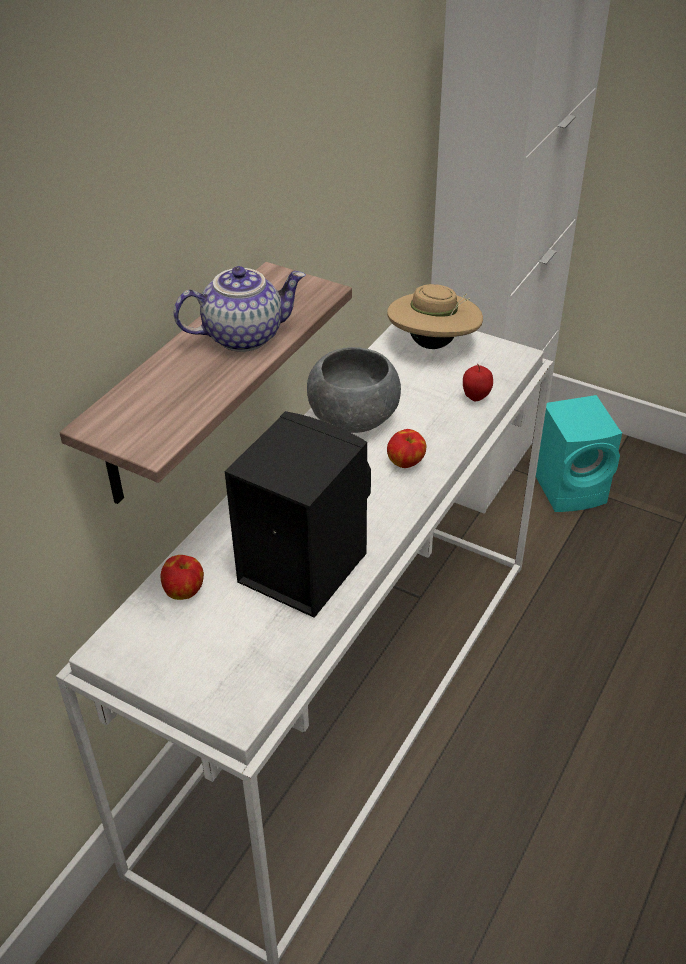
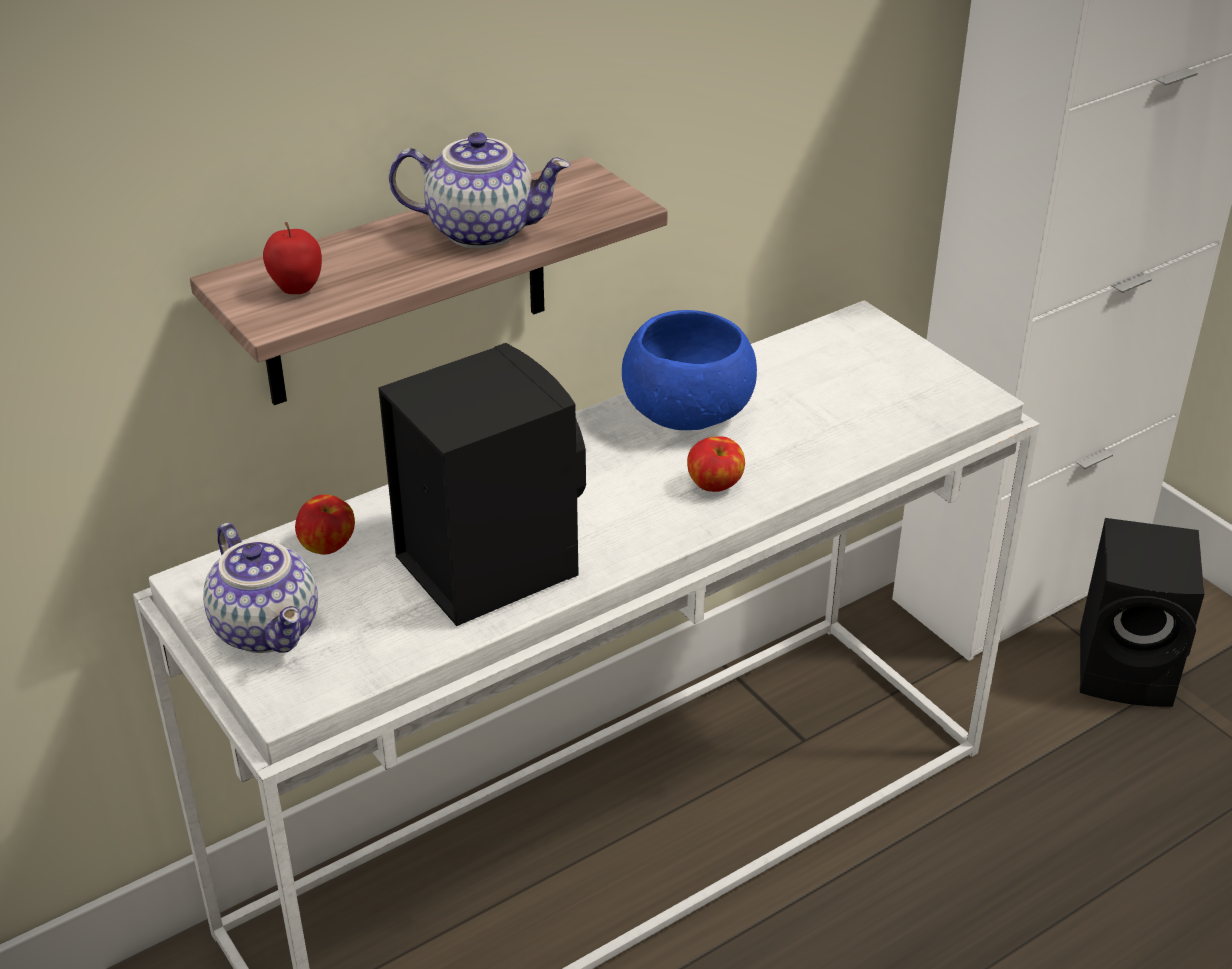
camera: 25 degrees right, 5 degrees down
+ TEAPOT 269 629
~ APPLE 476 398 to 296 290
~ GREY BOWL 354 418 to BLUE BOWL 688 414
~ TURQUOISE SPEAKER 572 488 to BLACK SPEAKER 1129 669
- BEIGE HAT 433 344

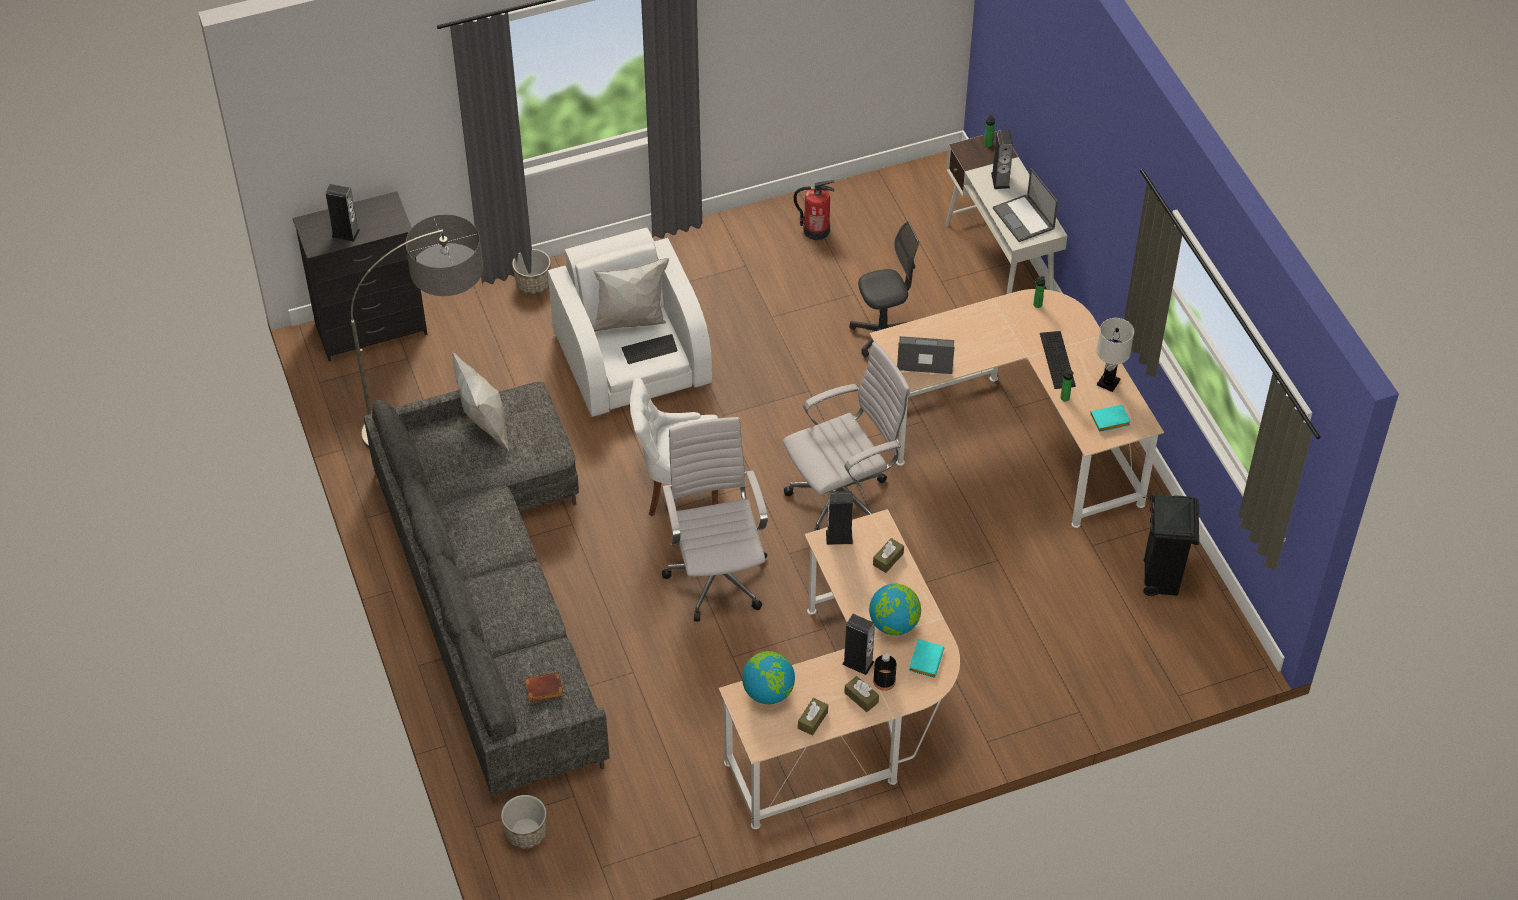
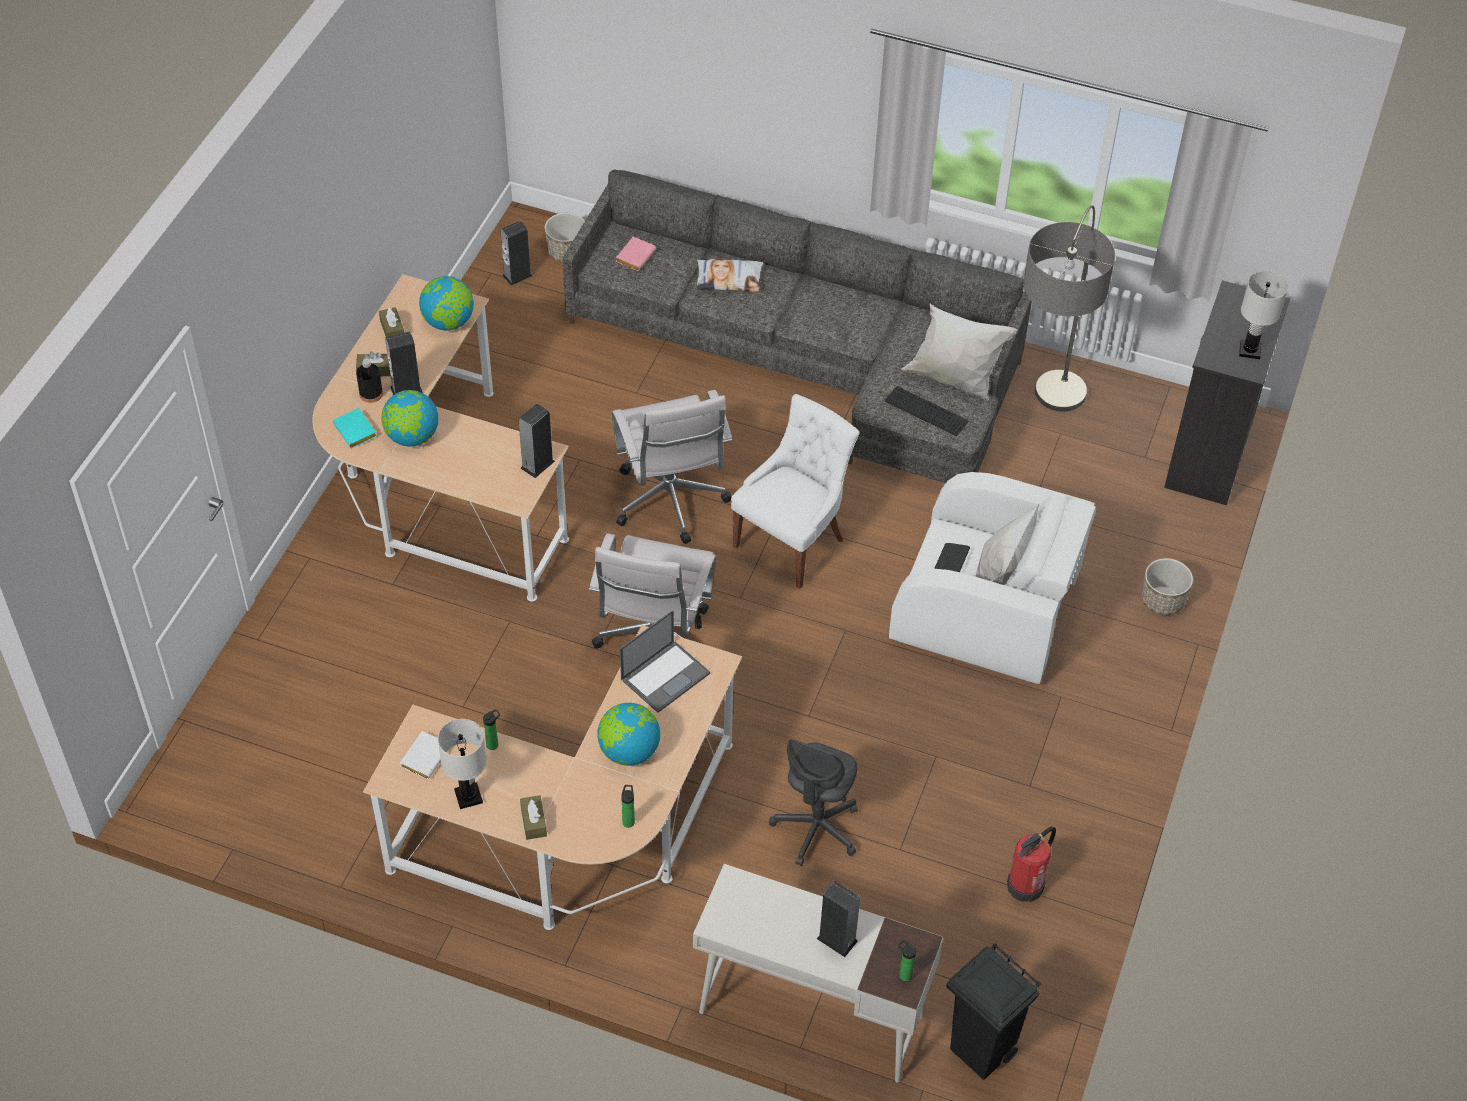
camera: 130 degrees right, 0 degrees up
~ TURQUOISE BOOK 1109 422 to WHITE BOOK 425 756
~ SPEAKER 345 233 to 517 275
~ BROWN TISSUE BOX 888 559 to 533 822
+ GLOBE 629 751
~ WHITE OFFICE CHAIR 716 575 = 671 504 45 degrees clockwise
~ BROWN BOOK 543 690 to PINK BOOK 635 255
+ PILLOW 729 279
~ KEYBOARD 1057 360 to 926 411
~ BLACK TRASH CAN 1161 580 to 981 1052
+ WHITE TABLE LAMP 1249 350
- LAPTOP 1024 219

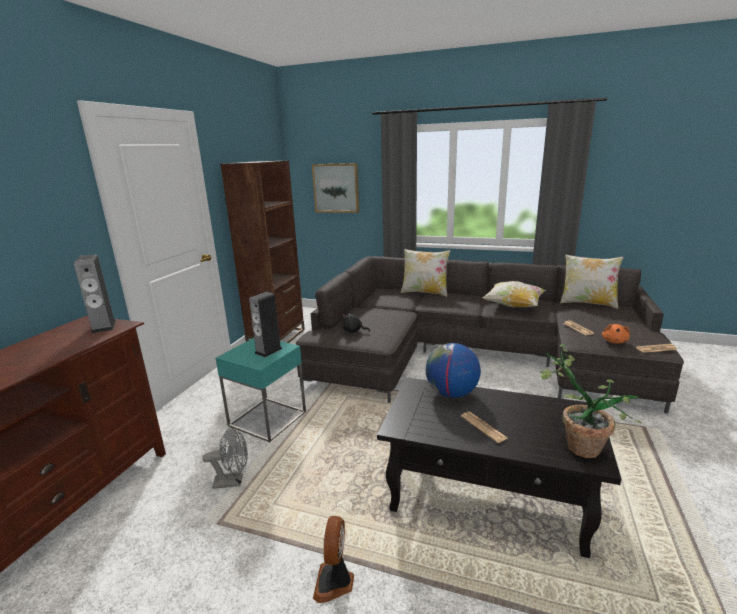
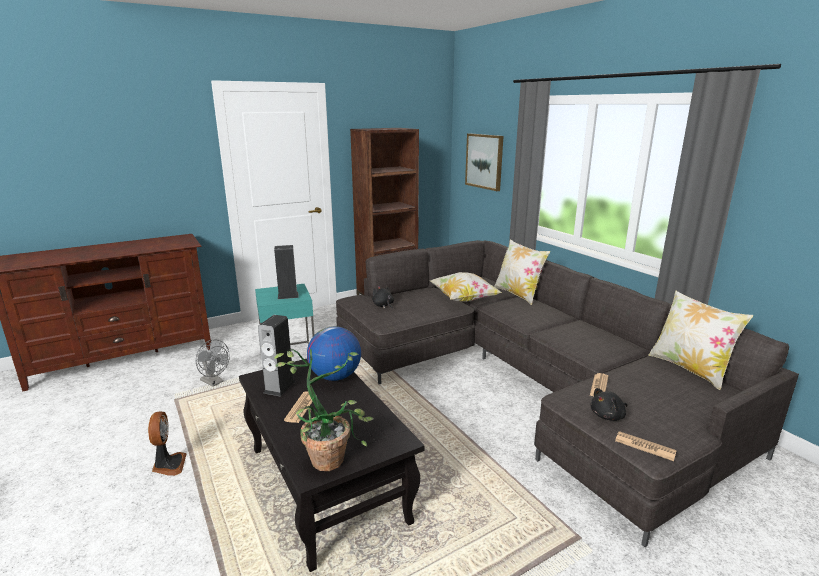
camera: 40 degrees right, 0 degrees up
~ FAN 335 582 = 168 465 120 degrees clockwise
~ SPEAKER 104 326 to 279 387
~ PILLOW 513 306 to 463 299
~ ORANGE PLUSH TOY 614 341 to BLACK PLUSH TOY 608 416

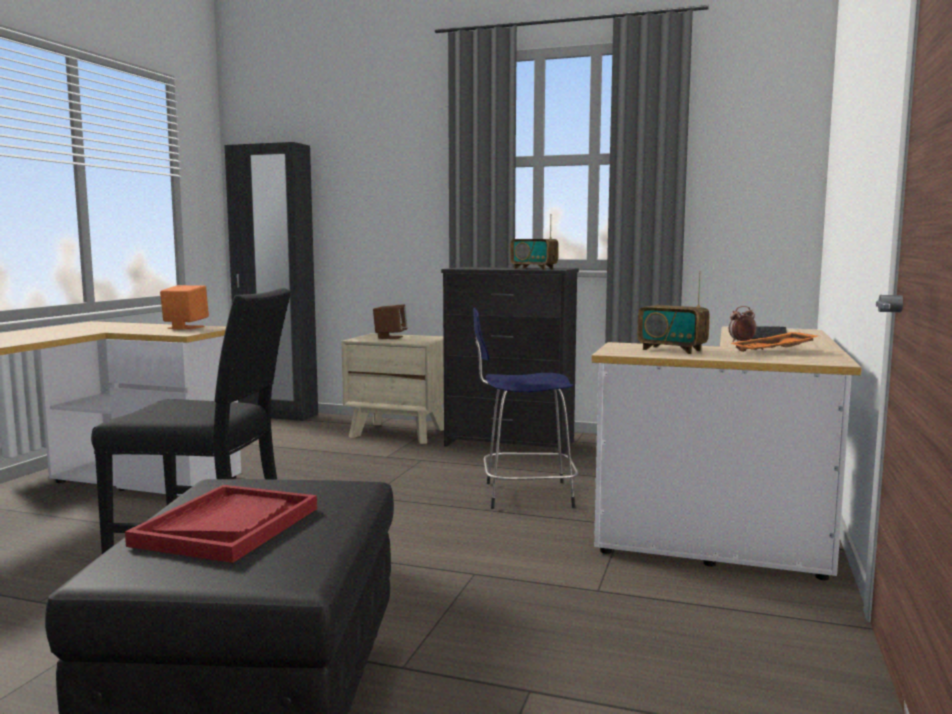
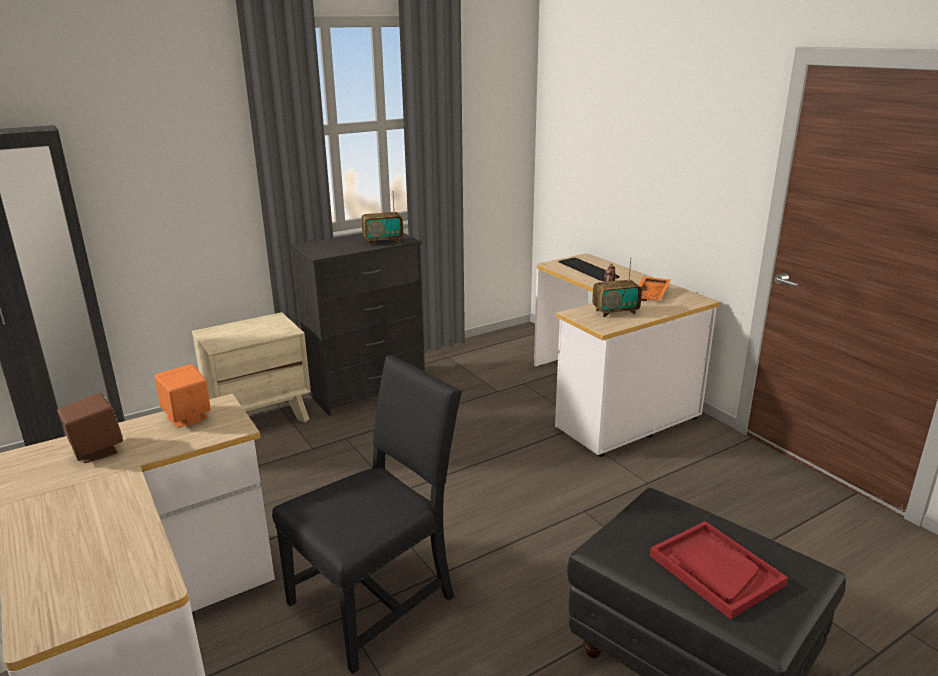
camera: 50 degrees left, 15 degrees up
~ BROWN SPEAKER 390 337 to 96 451
- BLUE STOOL 524 495

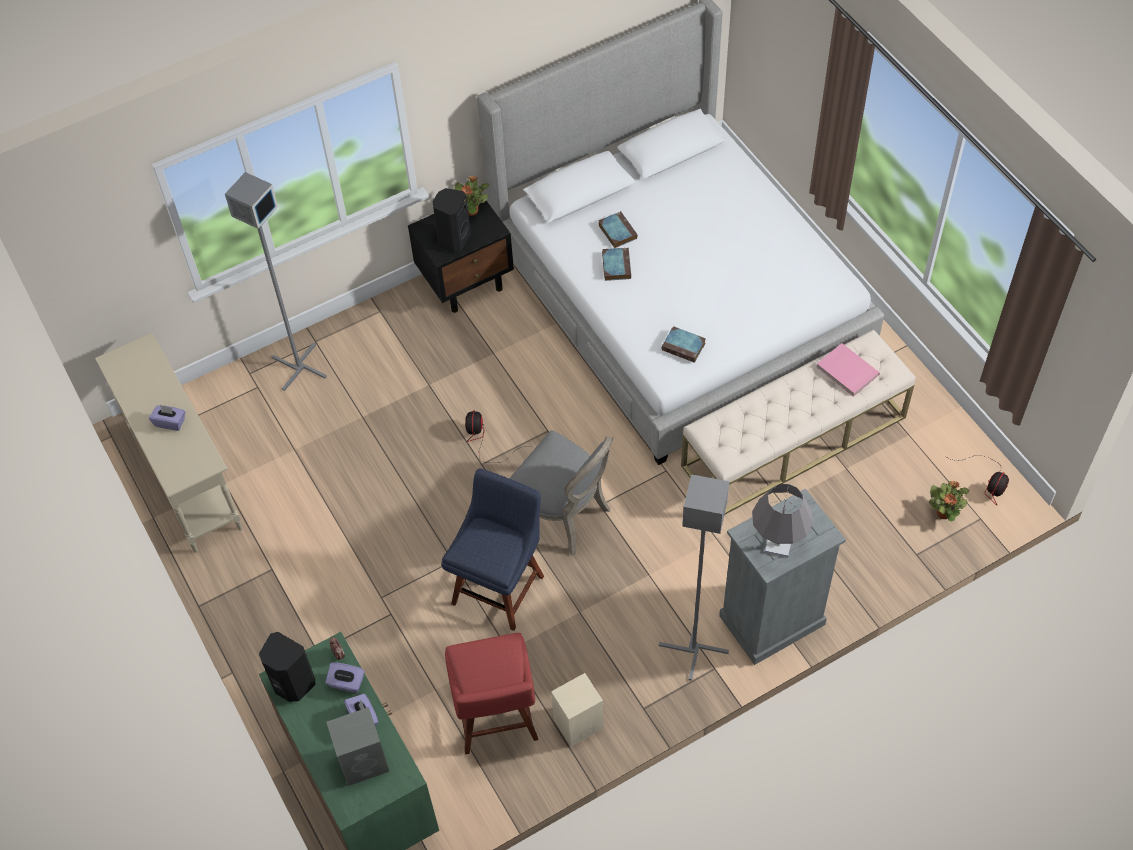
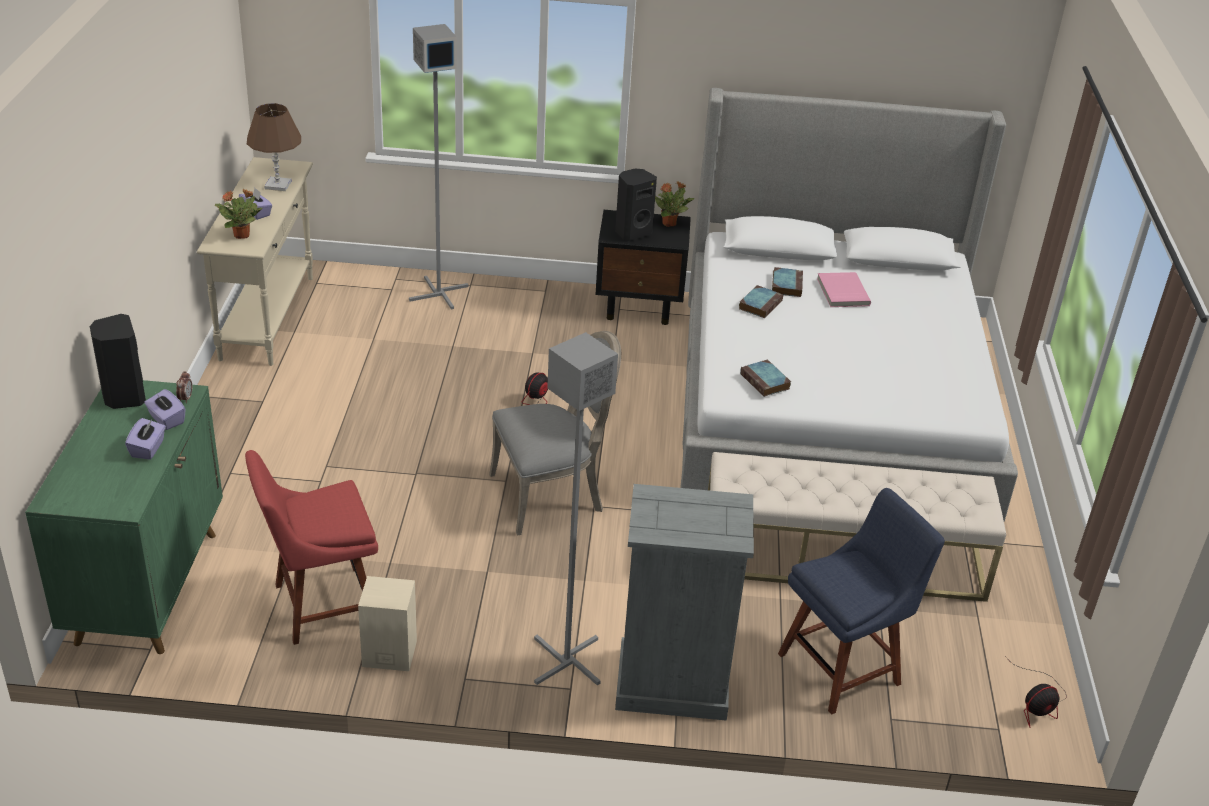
camera: 30 degrees right, 20 degrees down
~ POTTED PLANT 944 513 to 242 235
~ RED CHAIR 496 719 = 319 606 45 degrees clockwise
+ BROWN TABLE LAMP 278 185
~ GREY CHAIR 563 515 = 551 495 90 degrees counterclockwise
~ BLUE CHAIR 500 586 to 844 666
~ PINK BOOK 846 371 to 841 292
- GREY SPEAKER 365 761
- GREY TABLE LAMP 778 545

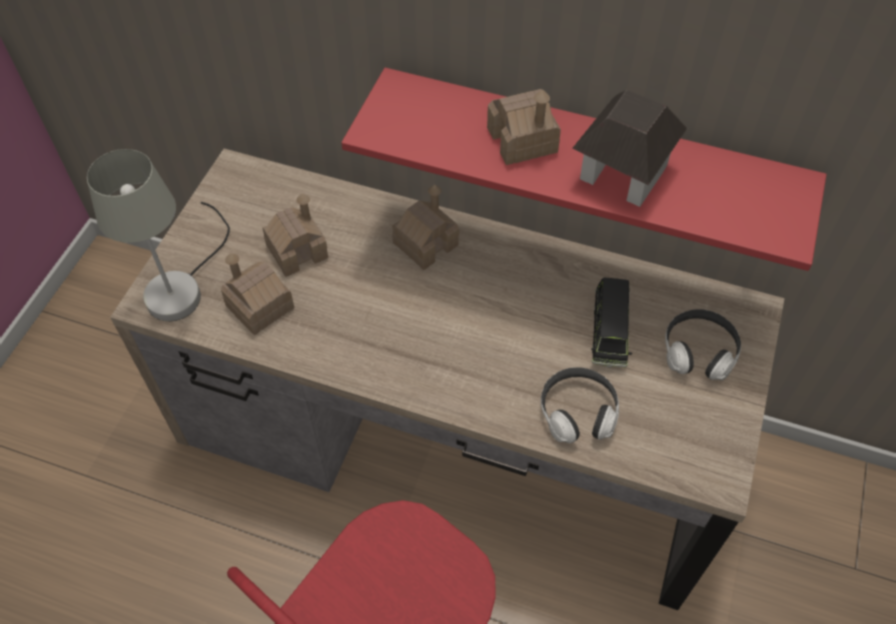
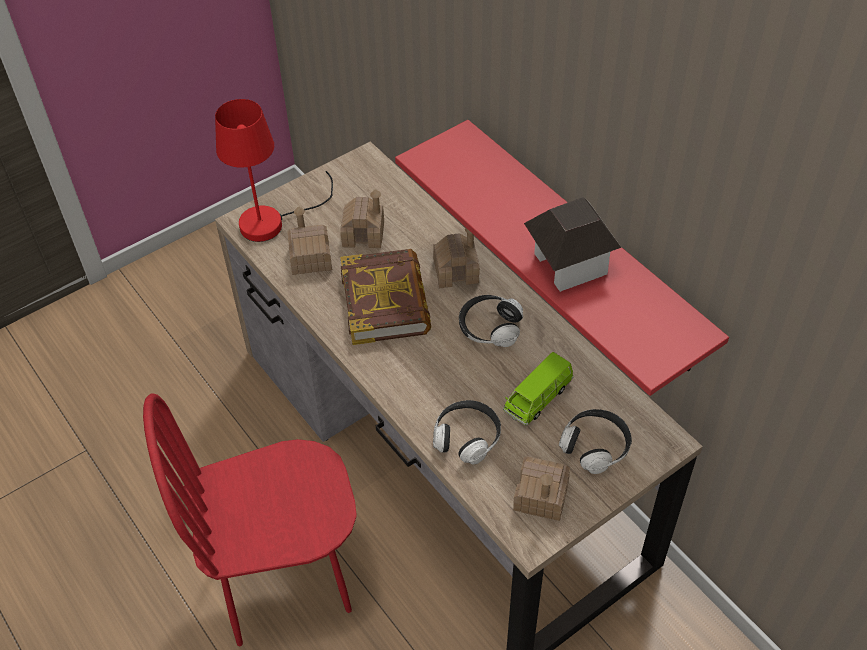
camera: 35 degrees right, 5 degrees down
~ GREY TABLE LAMP 182 285 to RED TABLE LAMP 273 220
+ BOOK 386 302
+ HEADPHONES 490 328
~ BLACK TOY CAR 609 332 to GREEN TOY CAR 538 398
~ TOY HOUSE 522 140 to 541 496

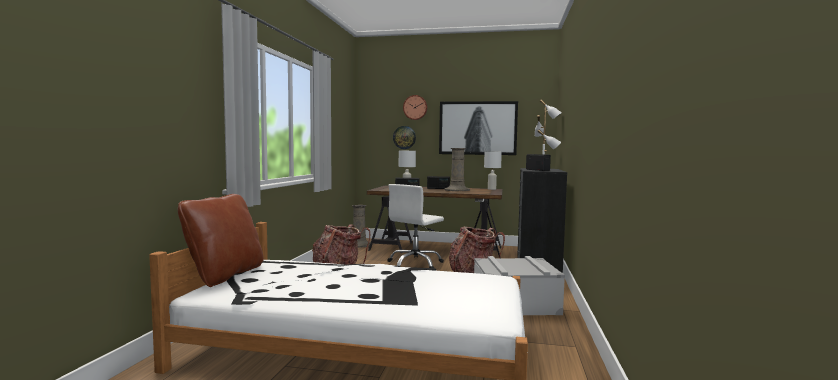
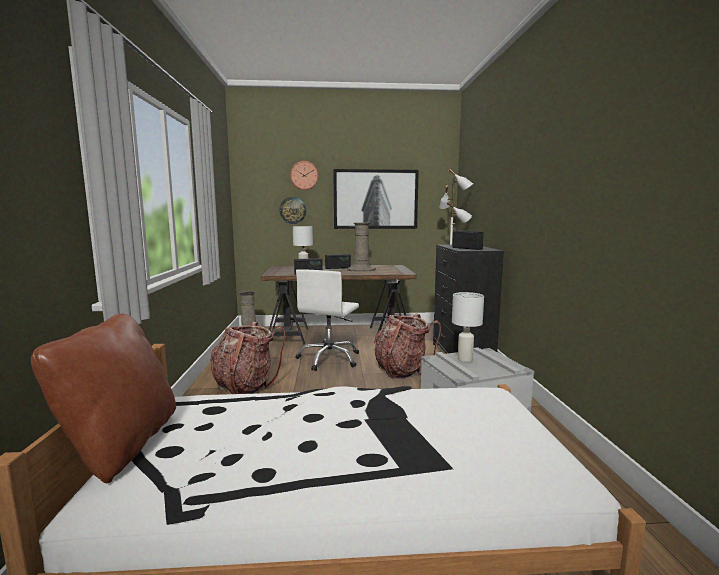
camera: 15 degrees left, 5 degrees up
~ WHITE TABLE LAMP 492 189 to 465 359

